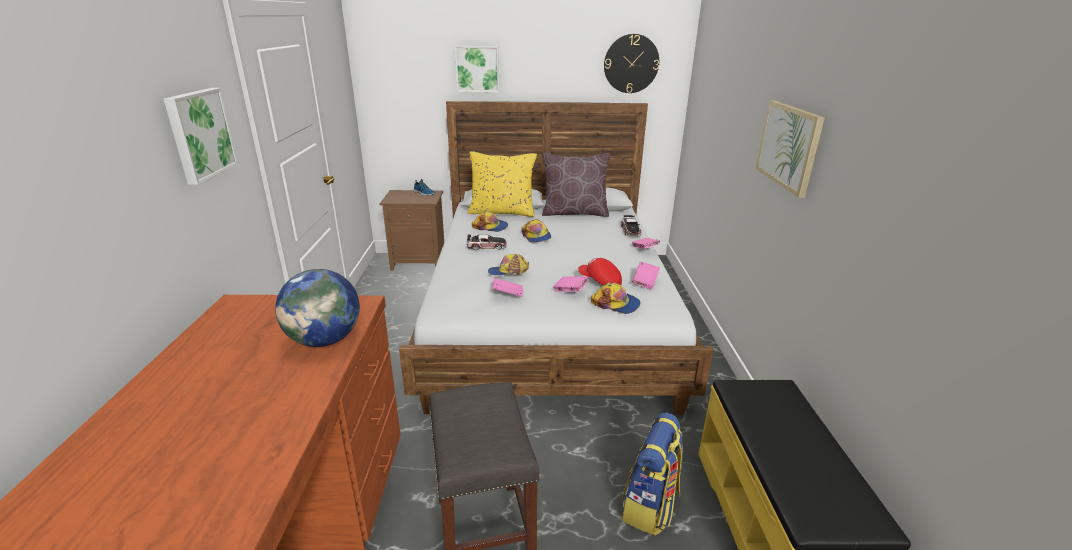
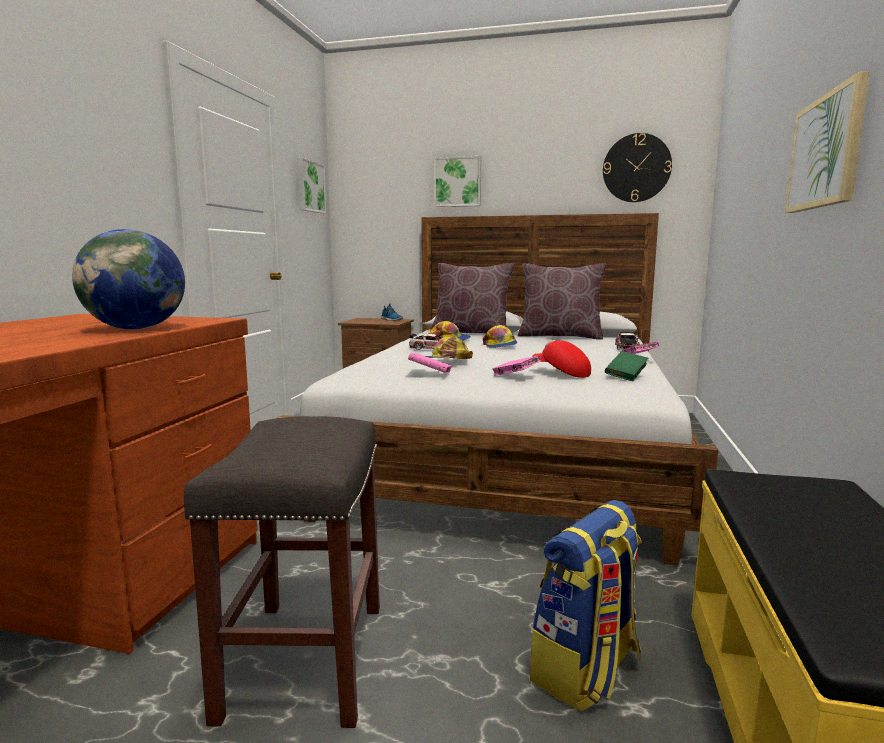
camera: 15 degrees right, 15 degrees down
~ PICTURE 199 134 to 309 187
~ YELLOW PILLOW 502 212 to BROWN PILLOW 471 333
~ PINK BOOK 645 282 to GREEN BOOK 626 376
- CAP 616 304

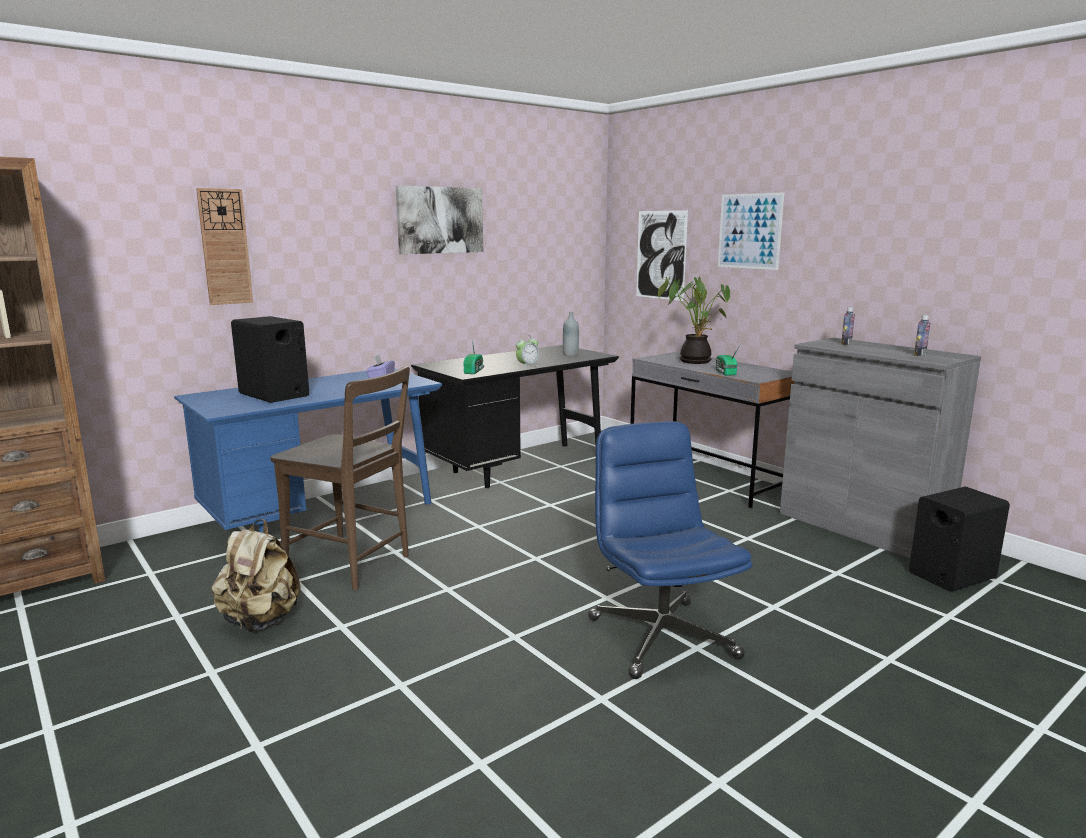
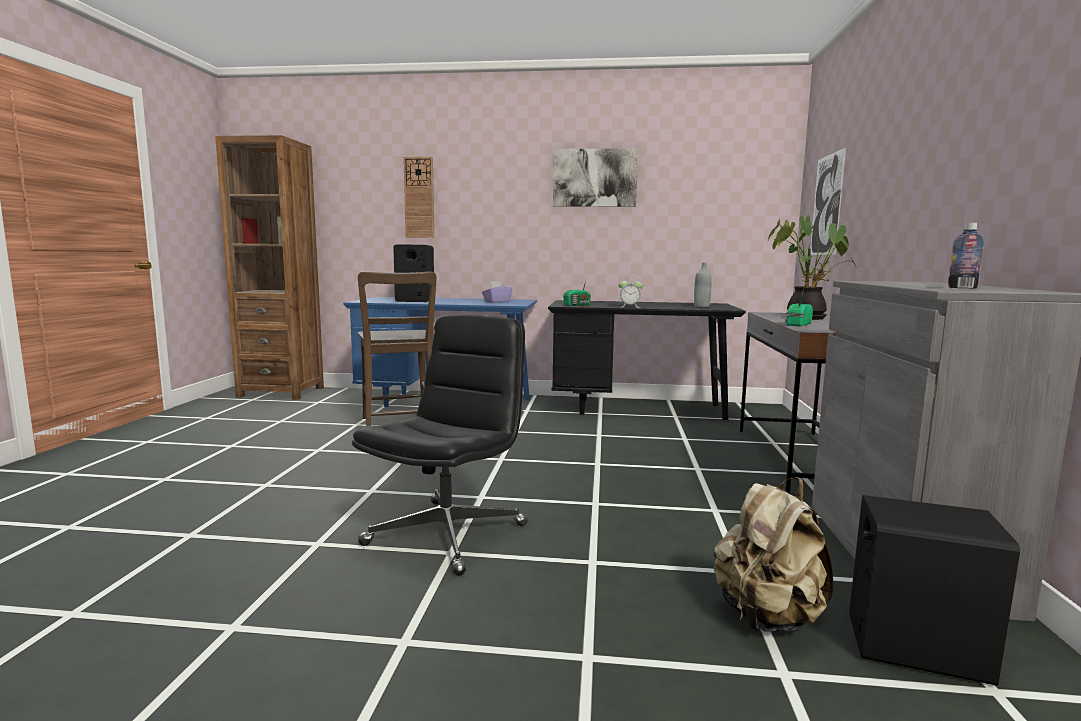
camera: 45 degrees right, 5 degrees down
~ BLUE OFFICE CHAIR 660 637 to BLACK OFFICE CHAIR 447 534
~ BEIGE BACKPACK 260 621 to 768 617
- PICTURE 749 231
- BOTTLE 846 344

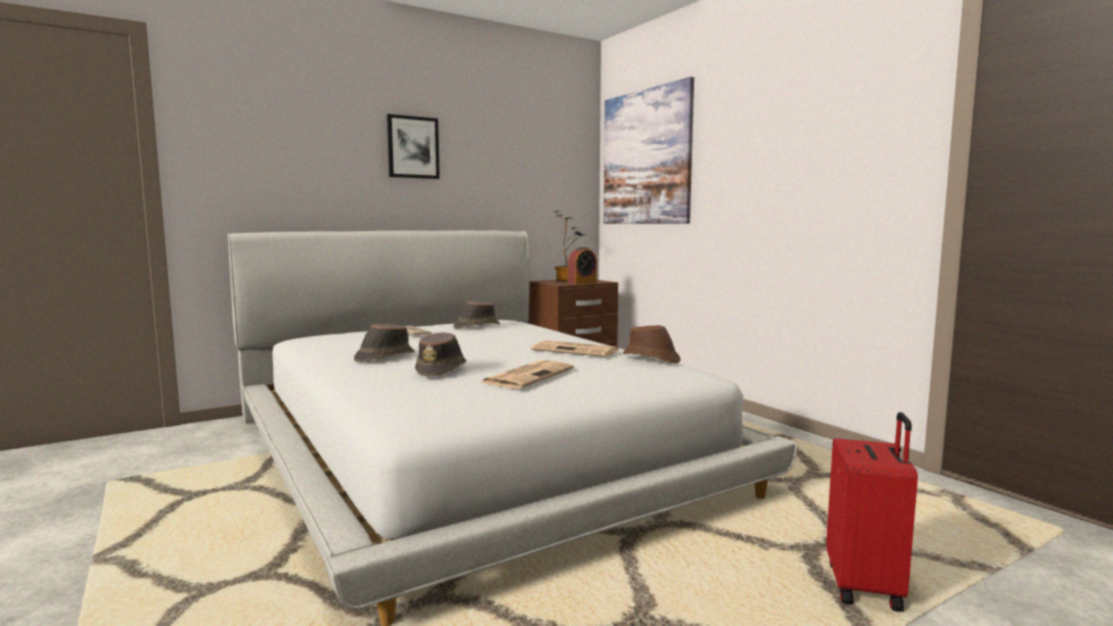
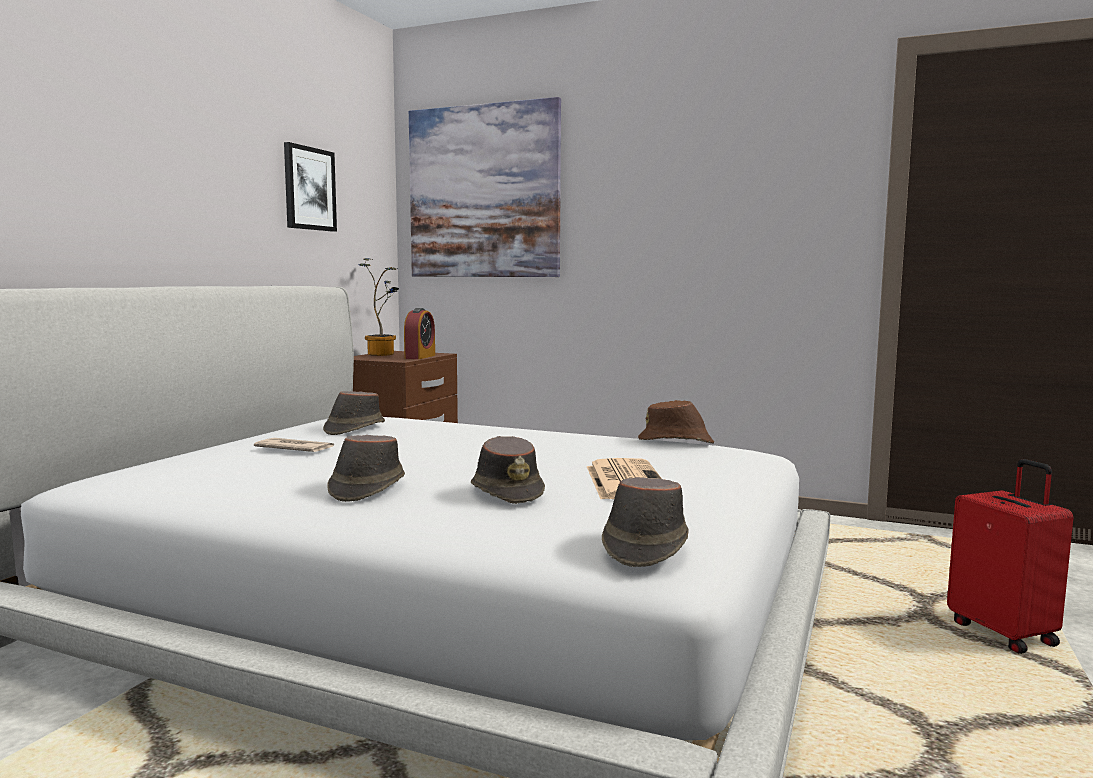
camera: 35 degrees left, 0 degrees up
~ PICTURE 413 147 to 309 189
+ BROWN HAT 644 546
- NEWSPAPER 576 350

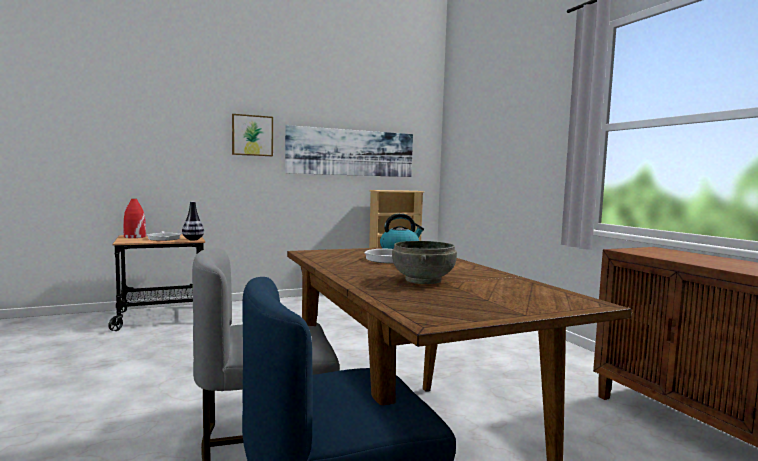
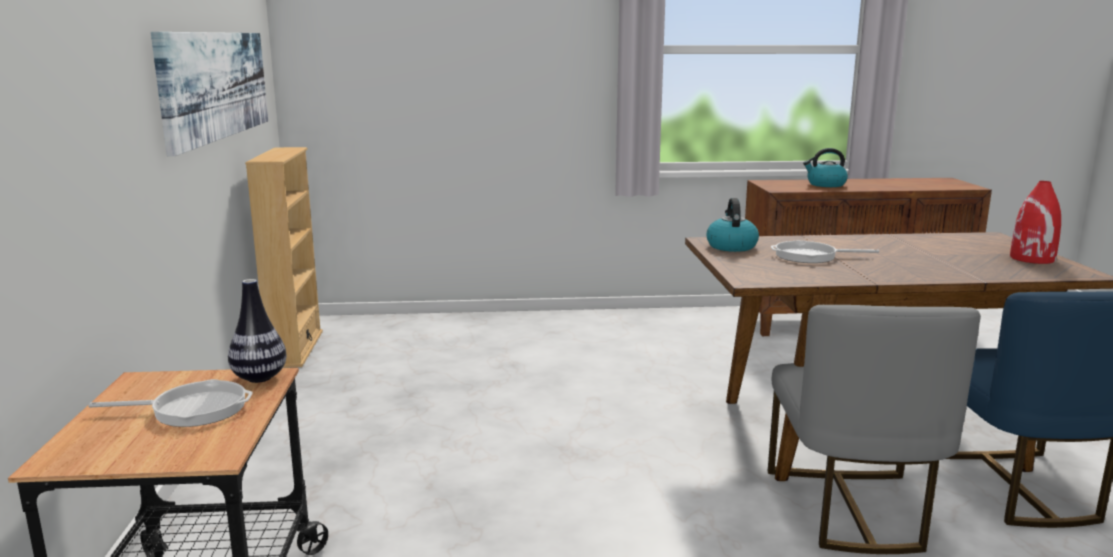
camera: 70 degrees left, 10 degrees up
+ KETTLE 825 184
~ RED VASE 134 237 to 1032 258
- PICTURE 252 135
- GREY BOWL 424 280

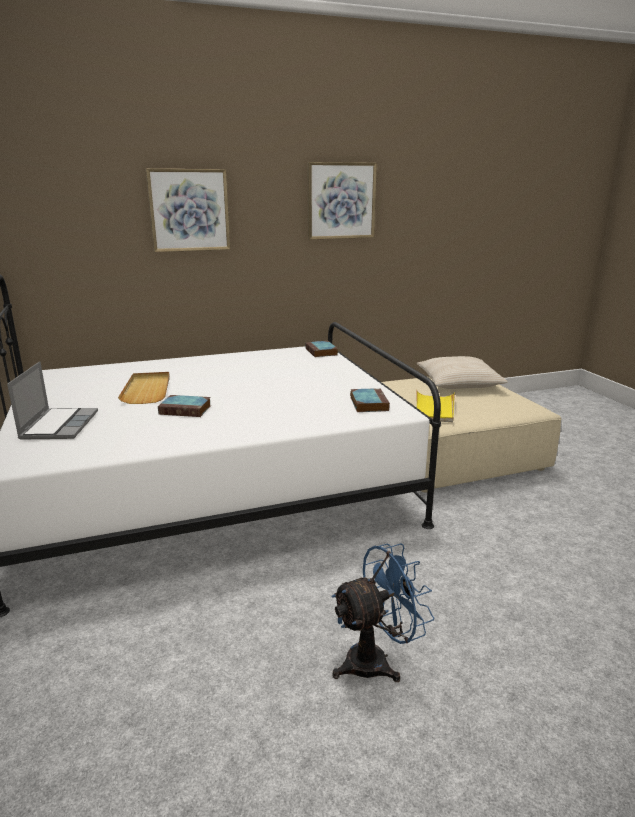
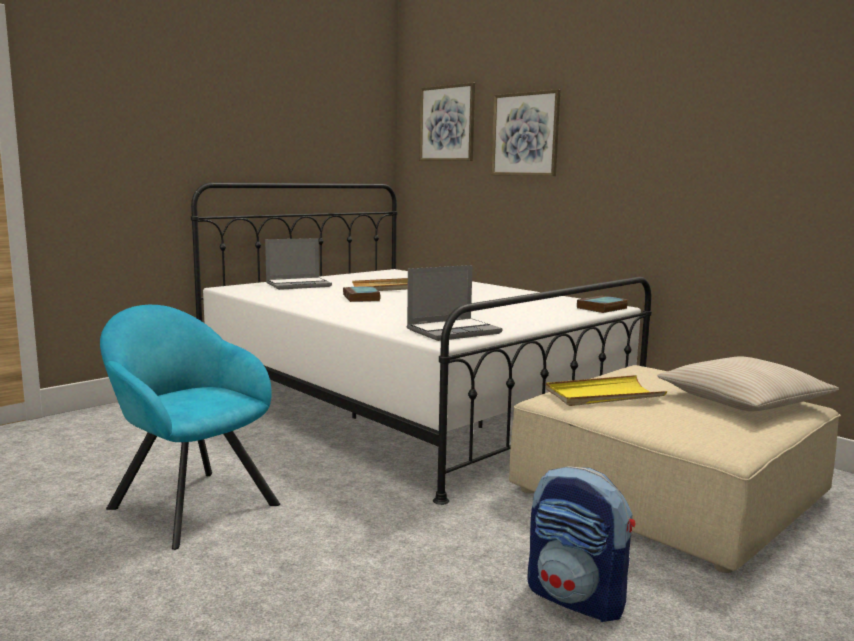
camera: 65 degrees right, 10 degrees down
~ BLUE FAN 376 660 to TURQUOISE ARMCHAIR 189 503
~ BOOK 368 403 to LAPTOP 454 331
~ PICTURE 341 201 to 447 123
+ BACKPACK 577 598

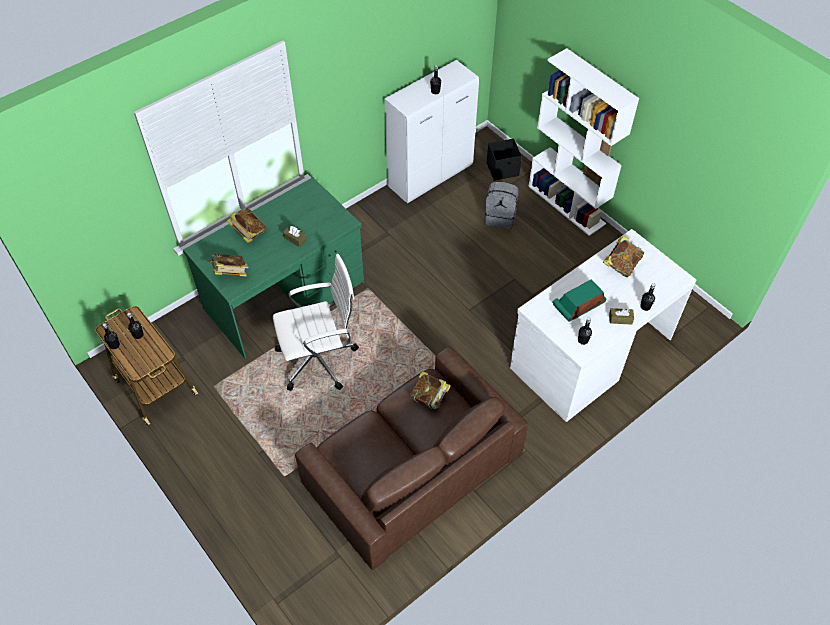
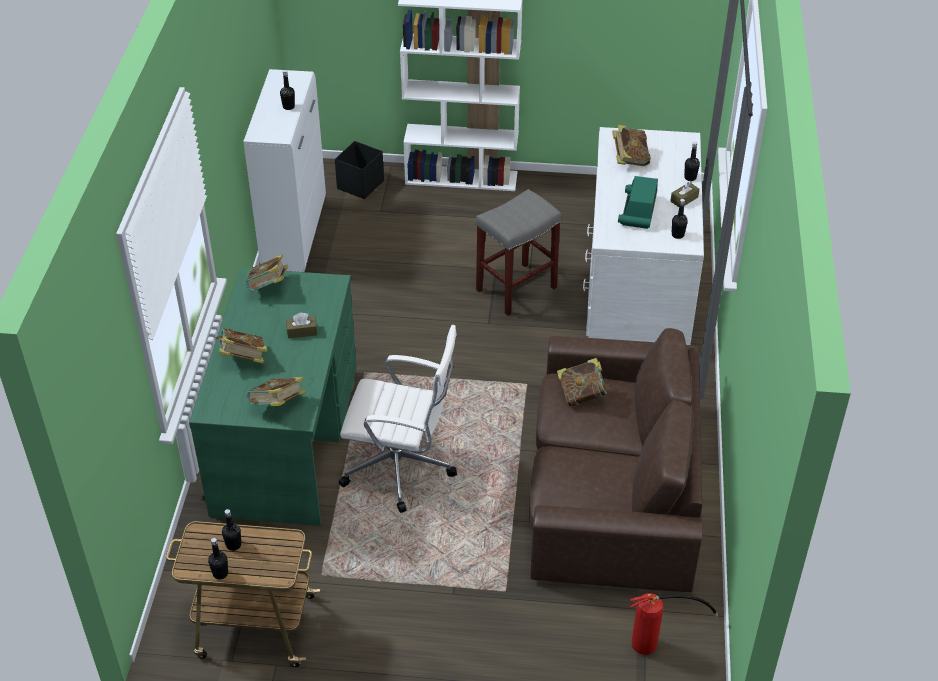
camera: 45 degrees left, 10 degrees down
+ BOOK 268 287
~ WHITE OFFICE CHAIR 320 359 = 401 467 75 degrees clockwise
+ GREY STOOL 516 288
+ FIRE EXTINGUISHER 658 642
- GREY BACKPACK 500 217

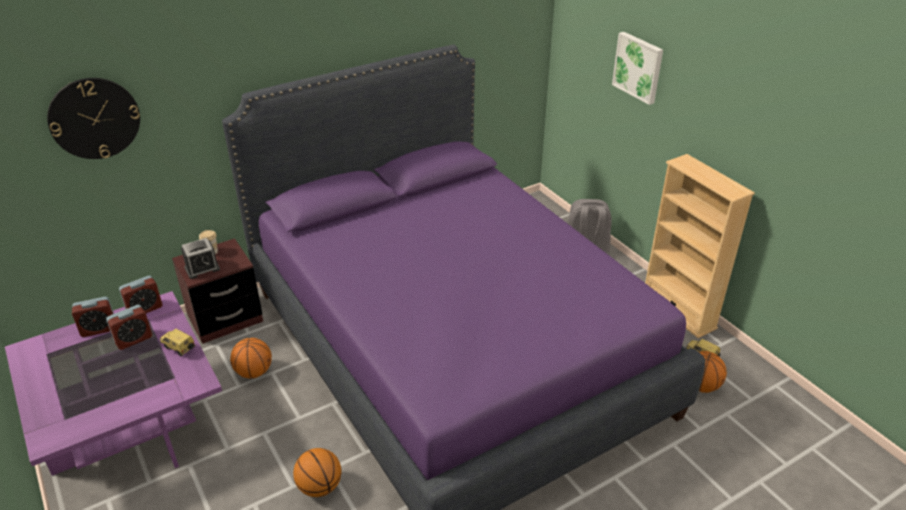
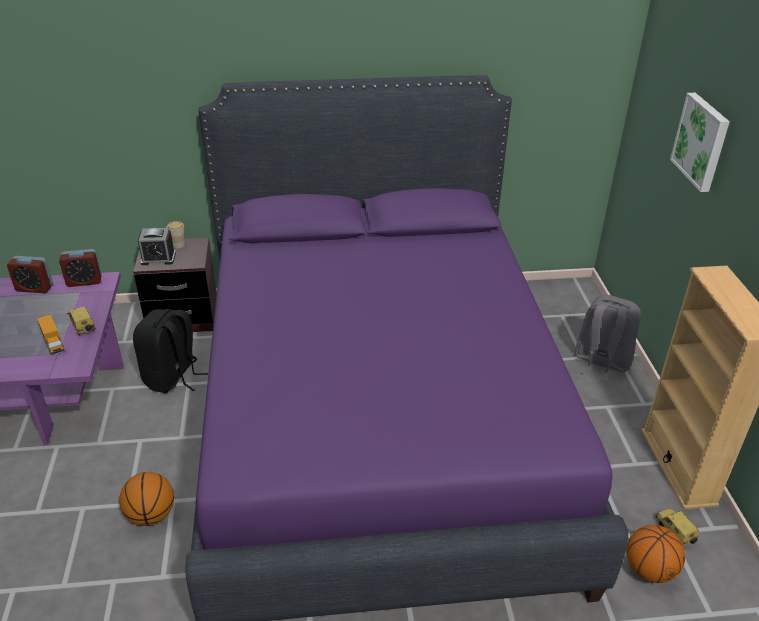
camera: 25 degrees right, 0 degrees up
+ TOY TRUCK 53 343
~ BASKETBALL 254 372 to BLACK BACKPACK 172 377
- WALL CLOCK 94 118
- ALARM CLOCK 133 339

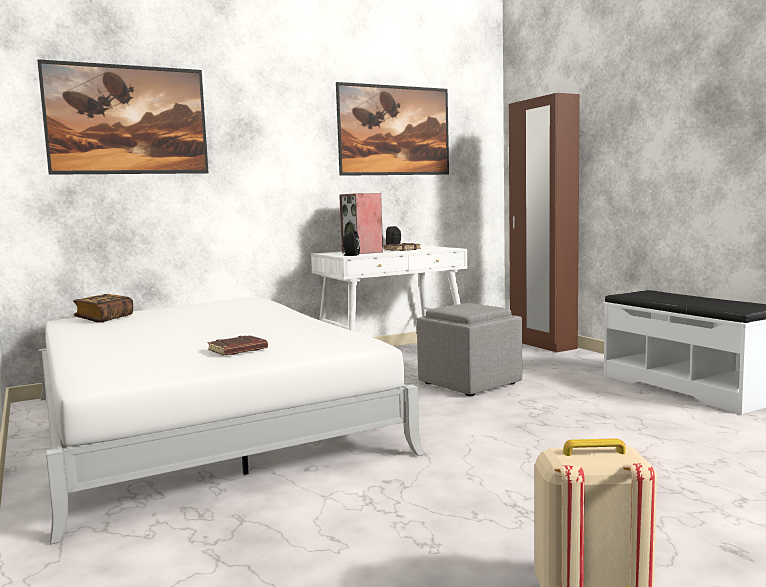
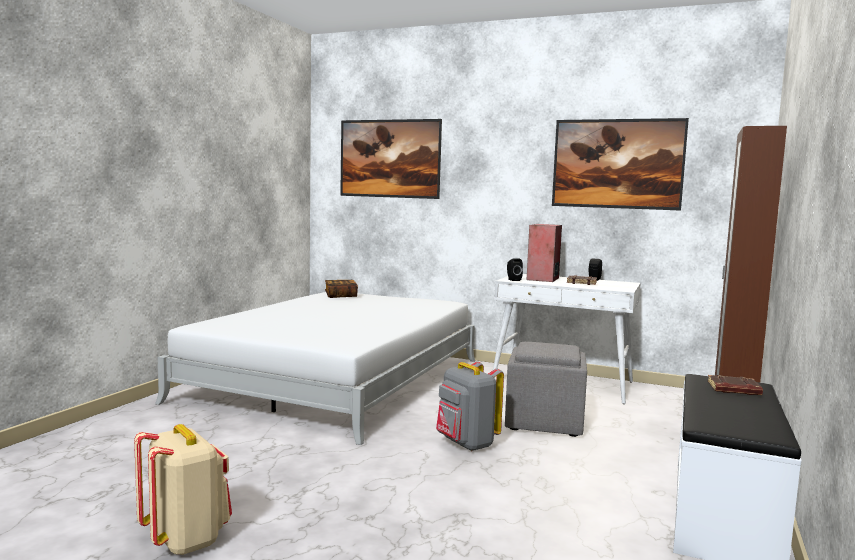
camera: 50 degrees right, 0 degrees up
+ GREY BACKPACK 466 444
~ BROWN BOOK 238 350 to 733 389

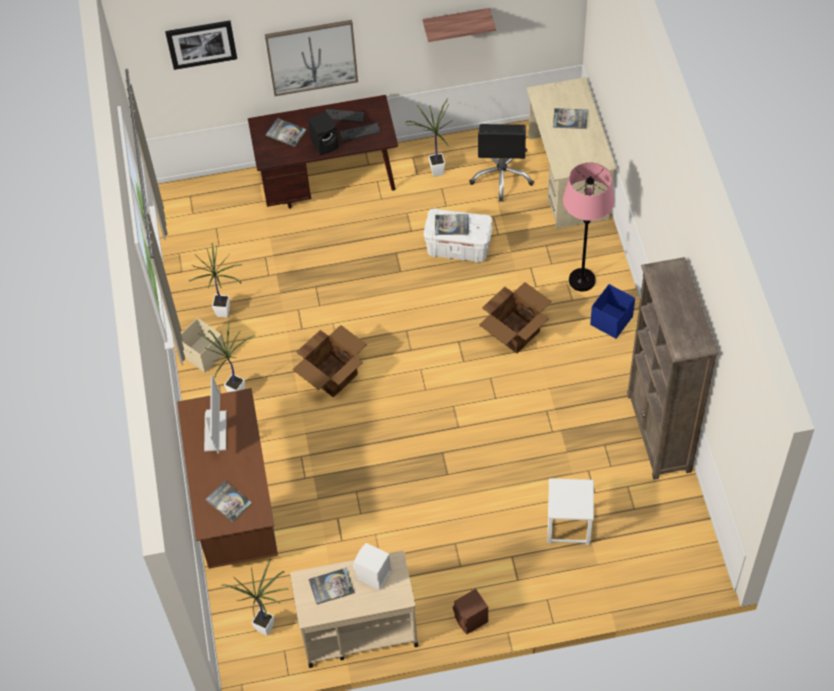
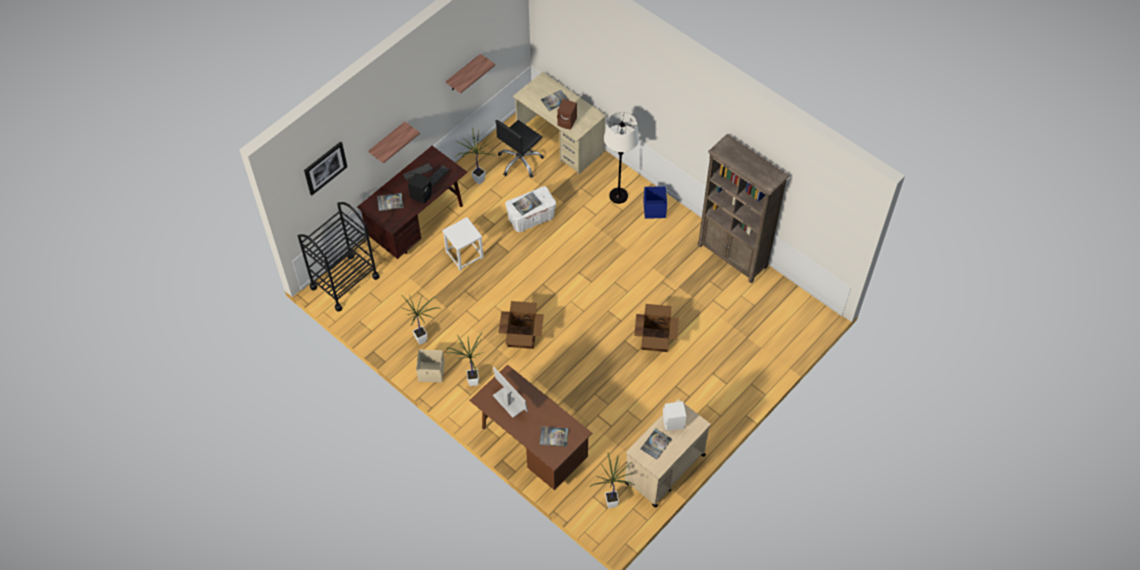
camera: 40 degrees left, 0 degrees up
+ BLACK CART 344 282
~ PICTURE 312 57 to SHELF 387 142
~ WHITE STOOL 568 526 to 464 255
~ BLACK OFFICE CHAIR 502 176 = 520 161 75 degrees clockwise
~ BROWN SPEAKER 471 620 to 567 122
~ PINK FLOOR LAMP 582 280 to WHITE FLOOR LAMP 618 196
~ CARDBOARD BOX 515 332 to 655 339

